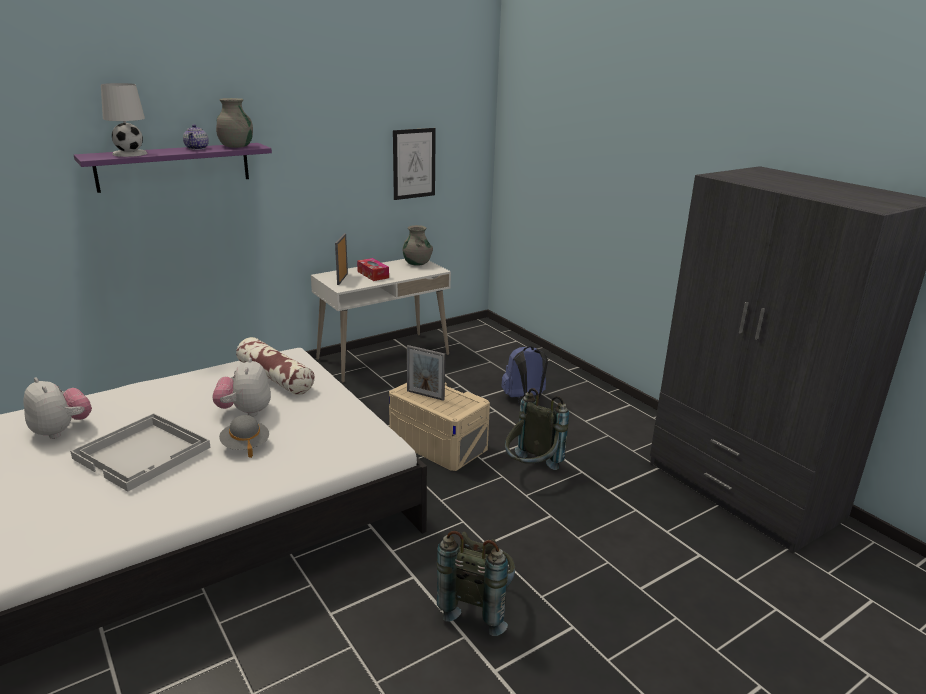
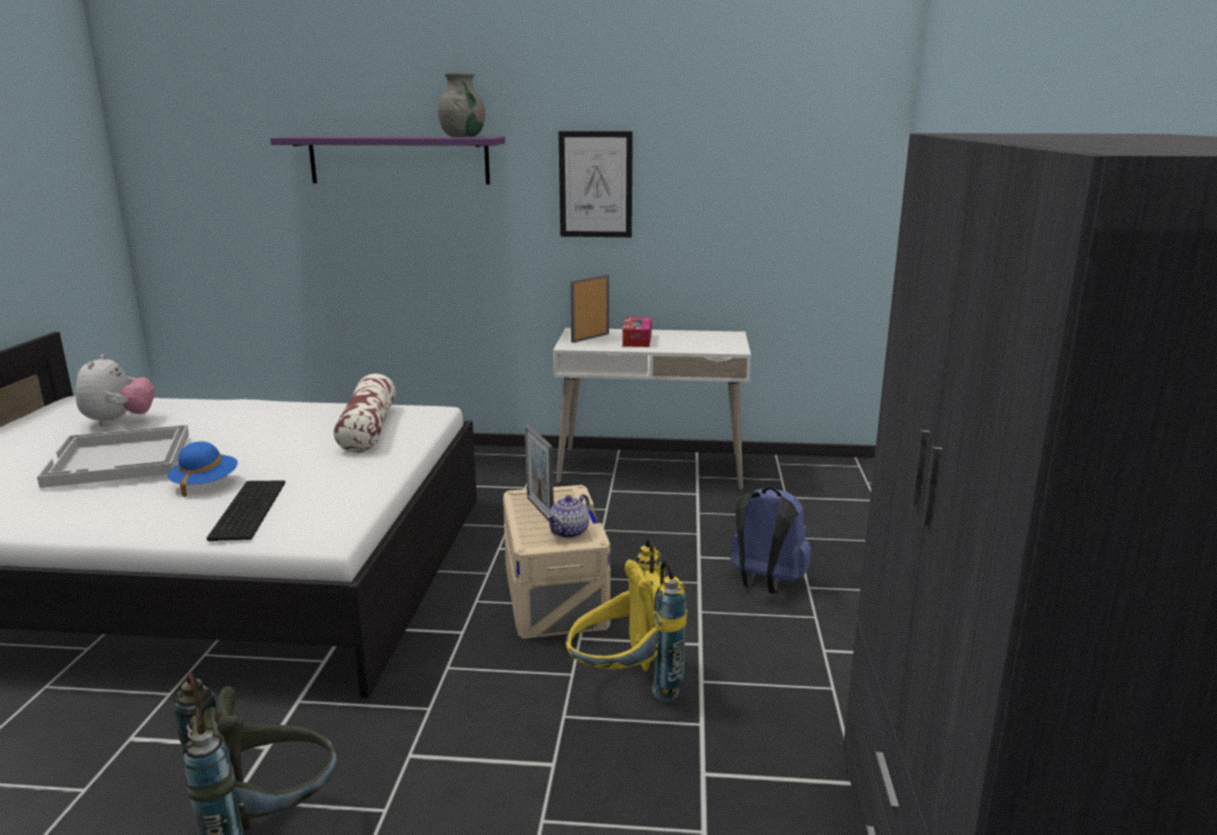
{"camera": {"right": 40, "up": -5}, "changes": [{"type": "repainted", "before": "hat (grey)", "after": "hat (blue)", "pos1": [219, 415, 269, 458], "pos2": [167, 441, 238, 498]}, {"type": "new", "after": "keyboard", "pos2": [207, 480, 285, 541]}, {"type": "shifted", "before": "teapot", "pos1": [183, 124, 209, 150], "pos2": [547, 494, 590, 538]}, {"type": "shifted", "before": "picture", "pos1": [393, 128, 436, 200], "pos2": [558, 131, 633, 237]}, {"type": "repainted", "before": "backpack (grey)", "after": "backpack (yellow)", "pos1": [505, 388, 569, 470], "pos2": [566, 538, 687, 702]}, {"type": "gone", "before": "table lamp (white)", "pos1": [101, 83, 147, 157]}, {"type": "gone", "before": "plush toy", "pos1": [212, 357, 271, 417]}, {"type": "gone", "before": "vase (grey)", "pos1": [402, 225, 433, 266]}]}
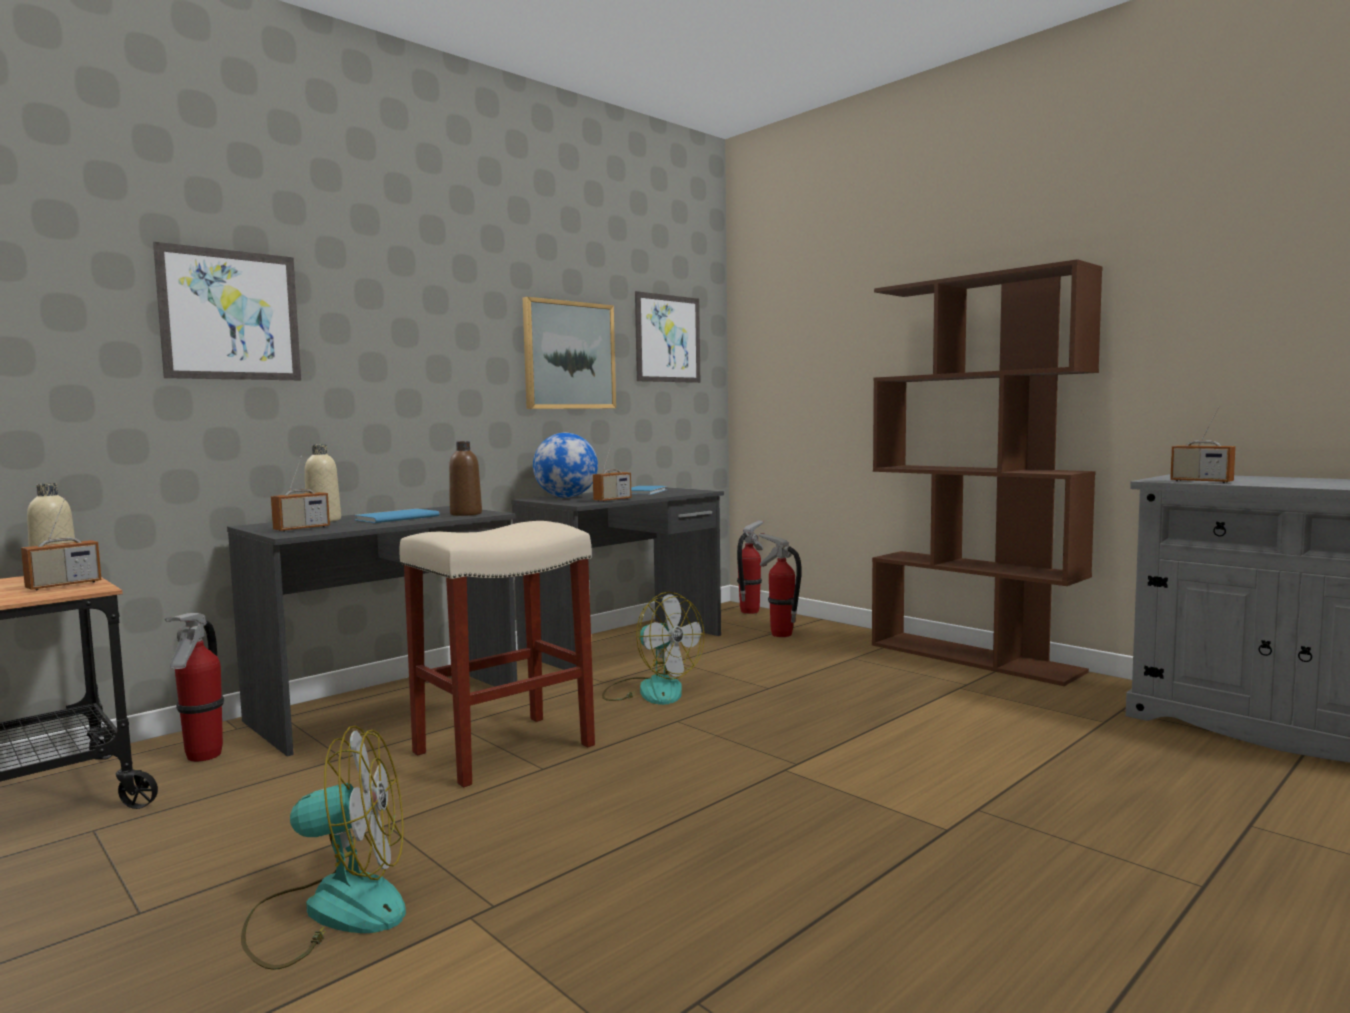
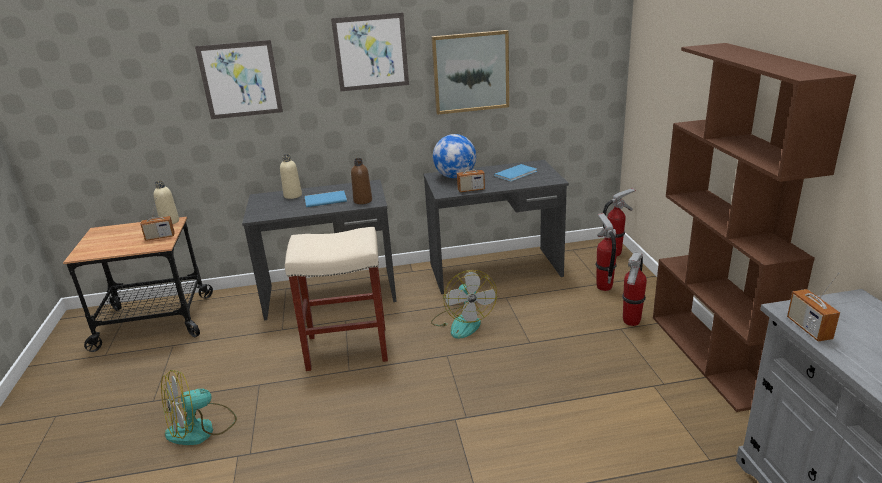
{"camera": {"right": 35, "up": 20}, "changes": [{"type": "rotated", "before": "fan", "pos1": [241, 726, 406, 970], "pos2": [161, 370, 237, 445], "turn": 120}, {"type": "shifted", "before": "picture", "pos1": [635, 291, 700, 383], "pos2": [331, 13, 409, 92]}, {"type": "shifted", "before": "fire extinguisher", "pos1": [165, 613, 224, 762], "pos2": [622, 253, 647, 326]}, {"type": "gone", "before": "radio", "pos1": [271, 456, 330, 532]}]}
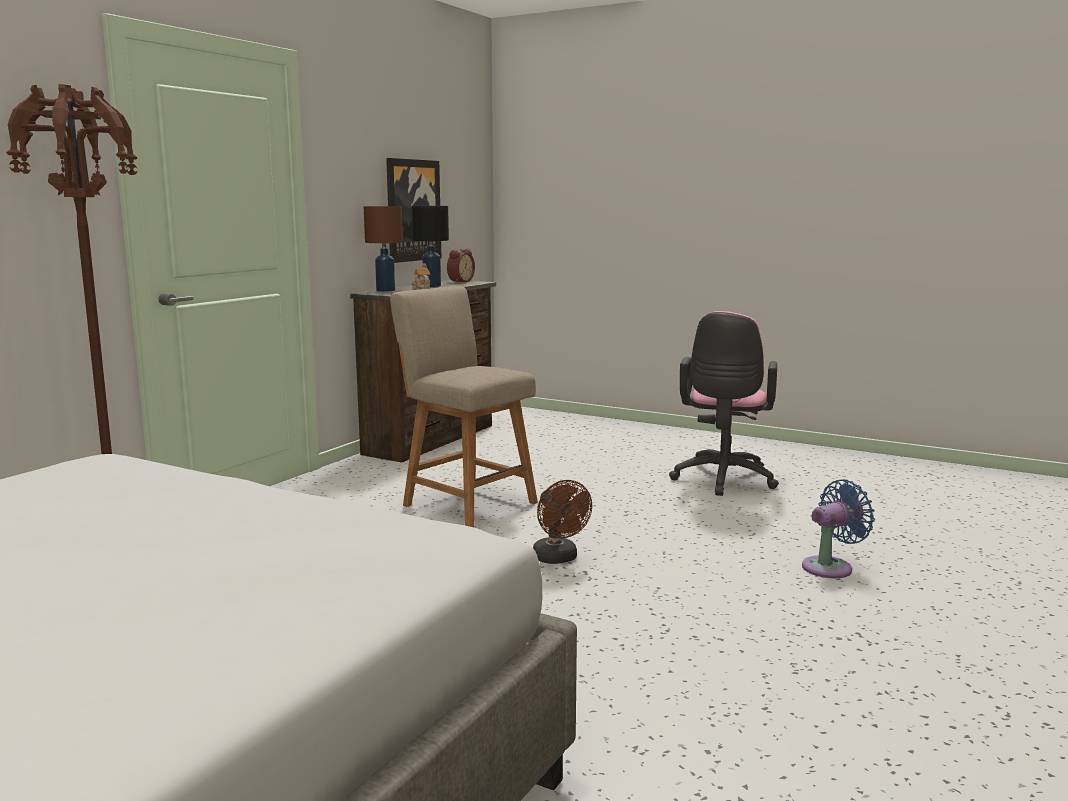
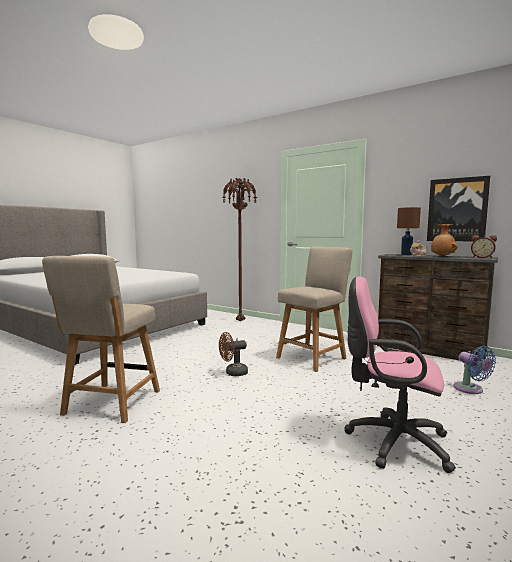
{"camera": {"right": 95, "up": -5}, "changes": [{"type": "new", "after": "chair (beige)", "pos2": [42, 256, 160, 423]}, {"type": "swapped", "before": "table lamp (black)", "after": "vase (brown)", "pos1": [412, 206, 449, 287], "pos2": [431, 224, 457, 257]}, {"type": "shifted", "before": "fan (blue)", "pos1": [802, 479, 875, 578], "pos2": [453, 346, 496, 394]}]}
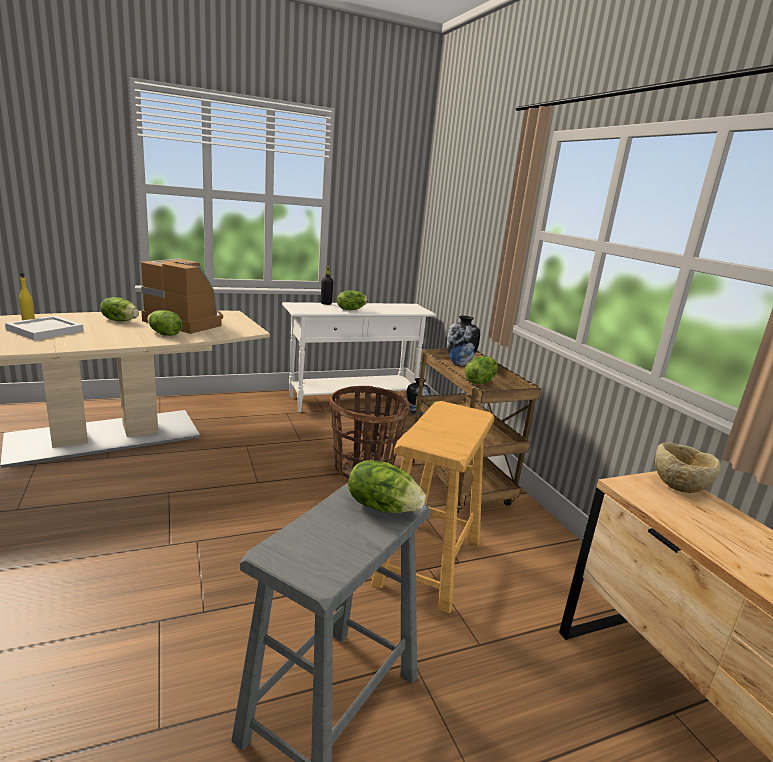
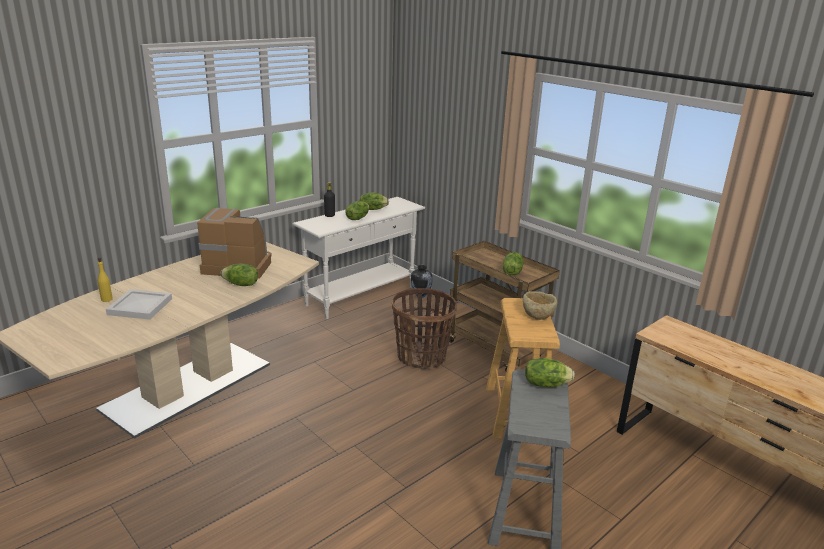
{"camera": {"right": -20, "up": 5}, "changes": [{"type": "shifted", "before": "lettuce", "pos1": [100, 297, 139, 321], "pos2": [360, 192, 389, 210]}, {"type": "shifted", "before": "bowl (beige)", "pos1": [655, 442, 721, 493], "pos2": [523, 291, 557, 320]}, {"type": "gone", "before": "vase", "pos1": [447, 316, 480, 366]}]}
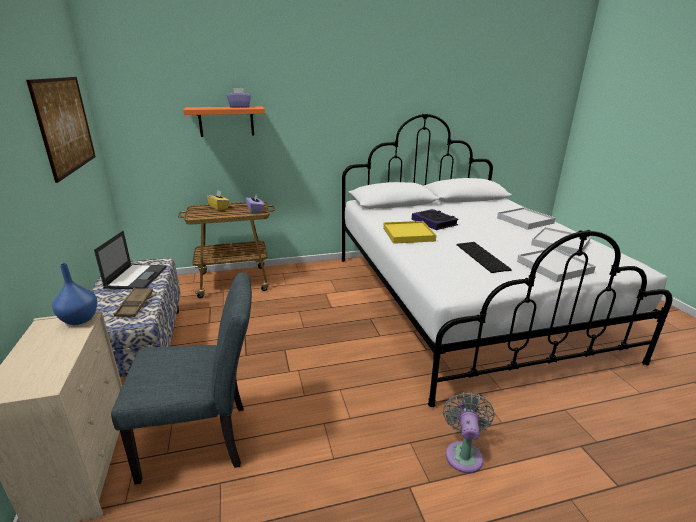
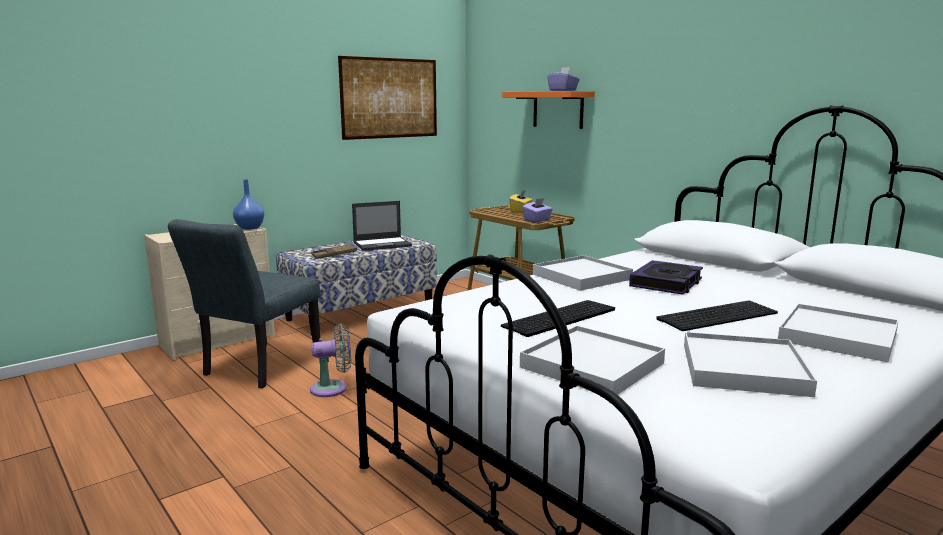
{"camera": {"right": 65, "up": -10}, "changes": [{"type": "rotated", "before": "chair (grey)", "pos1": [111, 273, 252, 485], "pos2": [168, 219, 320, 388], "turn": 60}, {"type": "shifted", "before": "fan (grey)", "pos1": [443, 392, 495, 473], "pos2": [310, 324, 351, 397]}, {"type": "repainted", "before": "tray (yellow)", "after": "tray (white)", "pos1": [383, 221, 436, 244], "pos2": [533, 255, 633, 291]}, {"type": "new", "after": "keyboard", "pos2": [656, 300, 778, 331]}]}
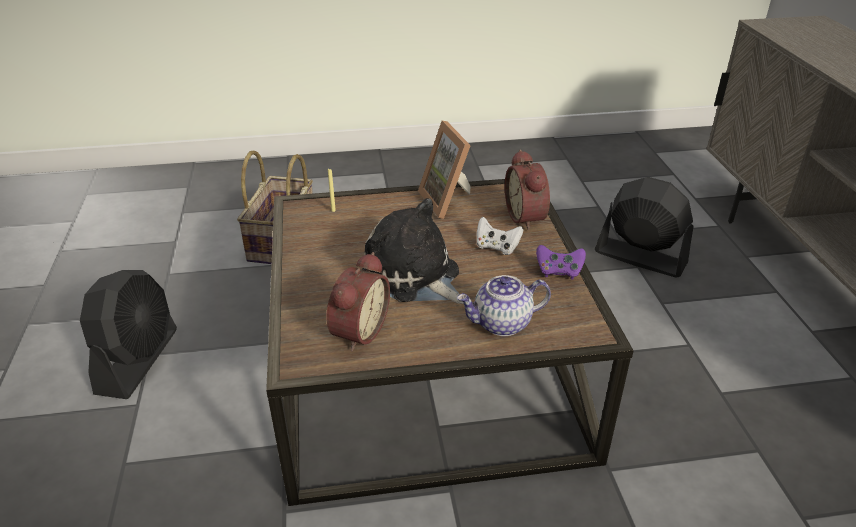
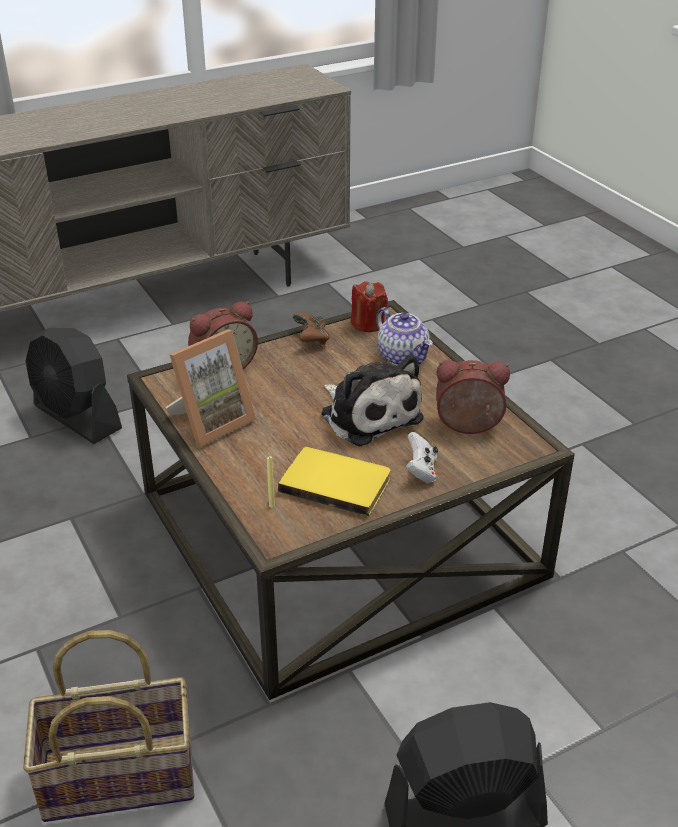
{"camera": {"right": -110, "up": 0}, "changes": [{"type": "rotated", "before": "fan (black)", "pos1": [594, 177, 694, 277], "pos2": [26, 328, 122, 444], "turn": -60}, {"type": "new", "after": "book (yellow)", "pos2": [278, 447, 391, 516]}, {"type": "repainted", "before": "game controller (purple)", "after": "game controller (brown)", "pos1": [536, 245, 586, 280], "pos2": [293, 312, 330, 345]}, {"type": "rotated", "before": "plush toy", "pos1": [362, 198, 464, 304], "pos2": [321, 355, 424, 447], "turn": -60}, {"type": "new", "after": "candle (red)", "pos2": [351, 281, 388, 332]}, {"type": "shifted", "before": "game controller (white)", "pos1": [477, 217, 523, 255], "pos2": [406, 432, 438, 483]}]}
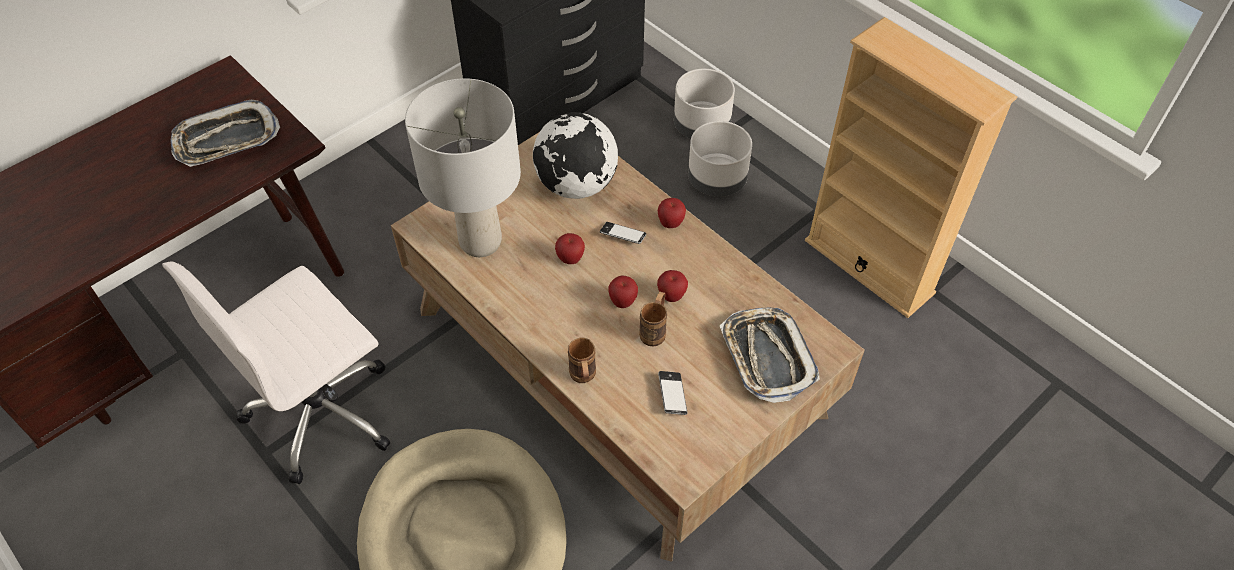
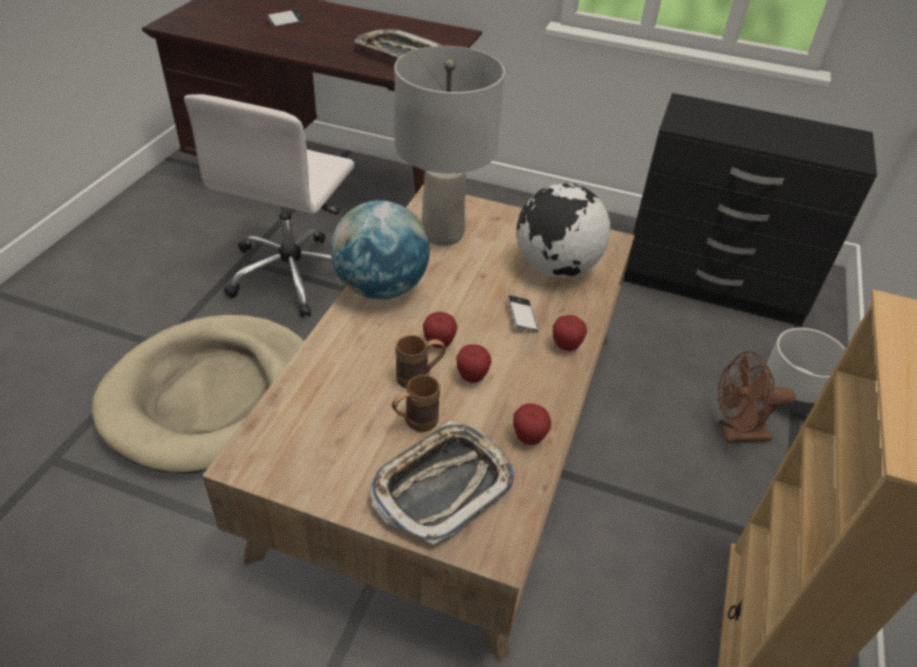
{"camera": {"right": 60, "up": -10}, "changes": [{"type": "rotated", "before": "office chair (white)", "pos1": [162, 261, 390, 484], "pos2": [184, 94, 355, 318], "turn": -90}, {"type": "shifted", "before": "phone", "pos1": [658, 371, 688, 415], "pos2": [266, 9, 305, 27]}, {"type": "new", "after": "globe", "pos2": [331, 200, 430, 300]}, {"type": "shifted", "before": "mug (brown)", "pos1": [568, 338, 596, 383], "pos2": [392, 375, 440, 432]}, {"type": "shifted", "before": "apple", "pos1": [555, 233, 585, 264], "pos2": [513, 404, 551, 445]}, {"type": "swapped", "before": "planter (grey)", "after": "fan (brown)", "pos1": [688, 121, 752, 197], "pos2": [718, 351, 796, 443]}]}
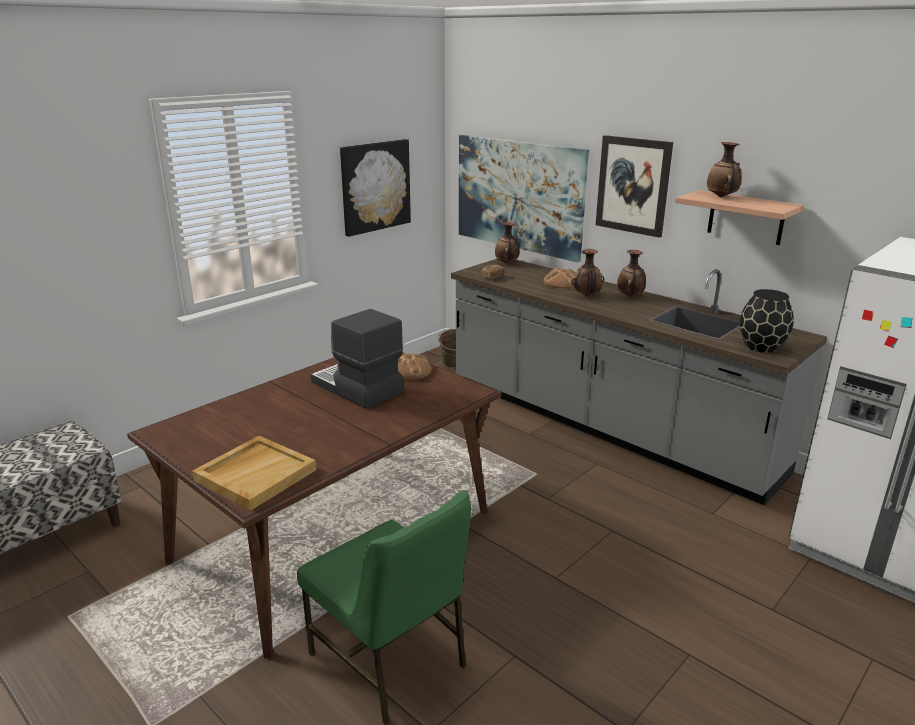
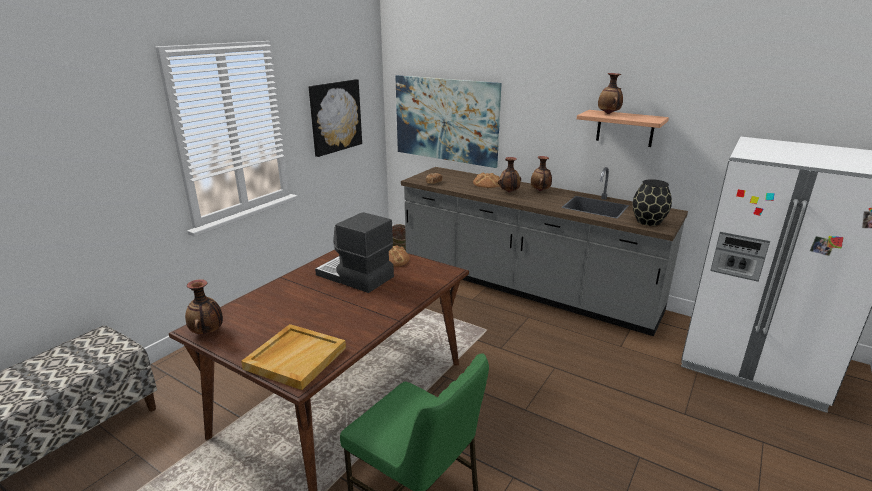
{"camera": {"right": -10, "up": 0}, "changes": [{"type": "shifted", "before": "vase", "pos1": [495, 222, 519, 263], "pos2": [185, 279, 223, 334]}, {"type": "gone", "before": "picture", "pos1": [596, 135, 673, 238]}]}
